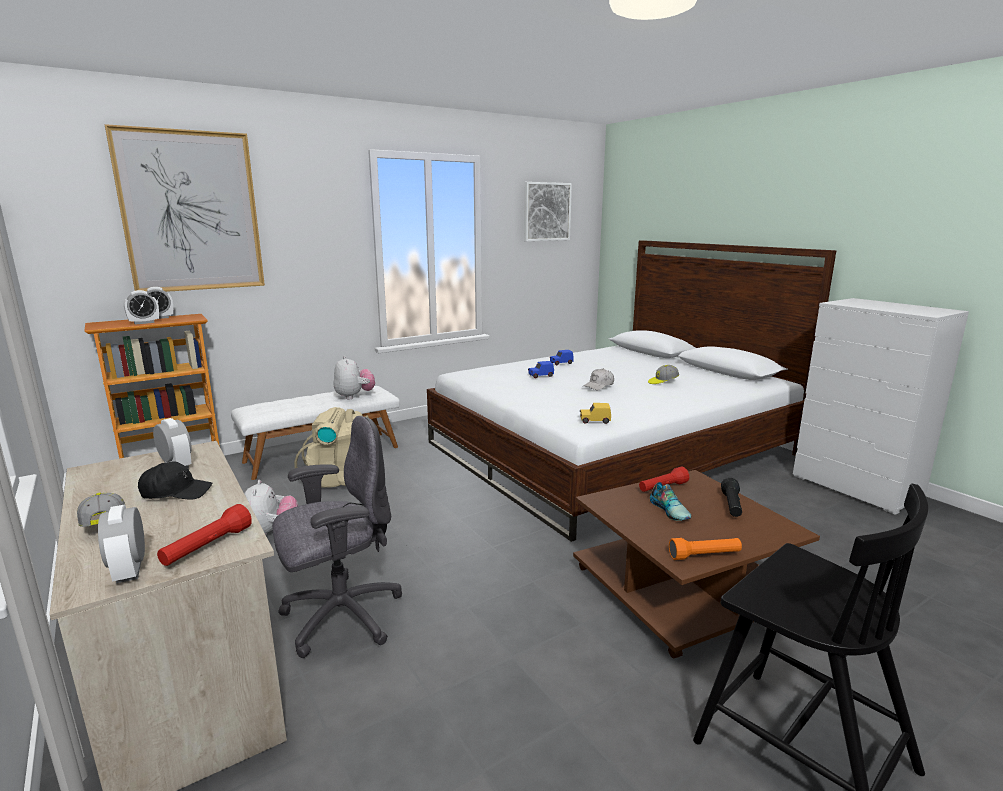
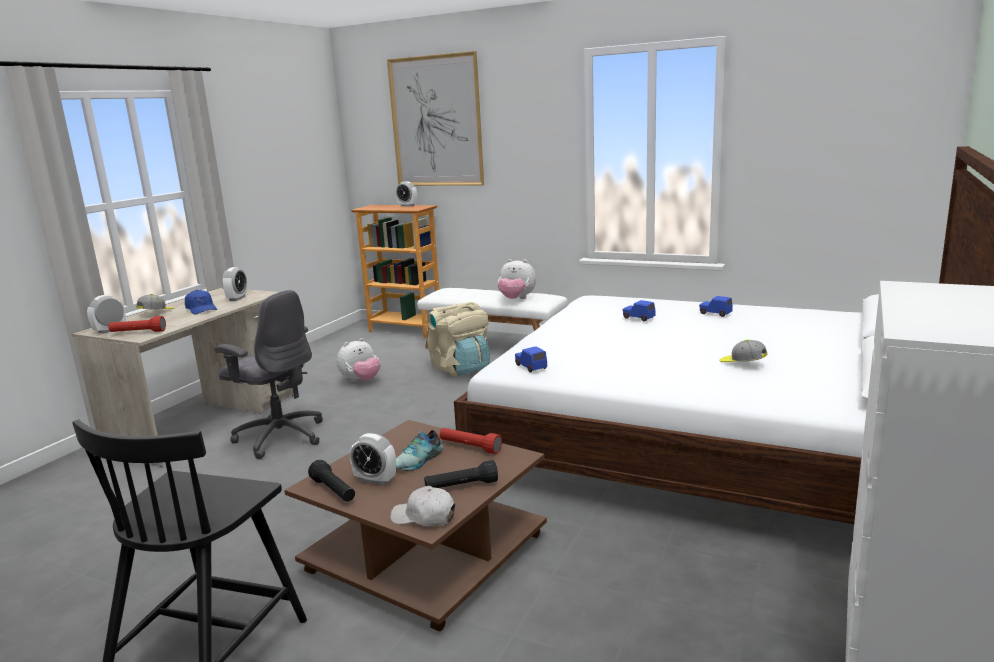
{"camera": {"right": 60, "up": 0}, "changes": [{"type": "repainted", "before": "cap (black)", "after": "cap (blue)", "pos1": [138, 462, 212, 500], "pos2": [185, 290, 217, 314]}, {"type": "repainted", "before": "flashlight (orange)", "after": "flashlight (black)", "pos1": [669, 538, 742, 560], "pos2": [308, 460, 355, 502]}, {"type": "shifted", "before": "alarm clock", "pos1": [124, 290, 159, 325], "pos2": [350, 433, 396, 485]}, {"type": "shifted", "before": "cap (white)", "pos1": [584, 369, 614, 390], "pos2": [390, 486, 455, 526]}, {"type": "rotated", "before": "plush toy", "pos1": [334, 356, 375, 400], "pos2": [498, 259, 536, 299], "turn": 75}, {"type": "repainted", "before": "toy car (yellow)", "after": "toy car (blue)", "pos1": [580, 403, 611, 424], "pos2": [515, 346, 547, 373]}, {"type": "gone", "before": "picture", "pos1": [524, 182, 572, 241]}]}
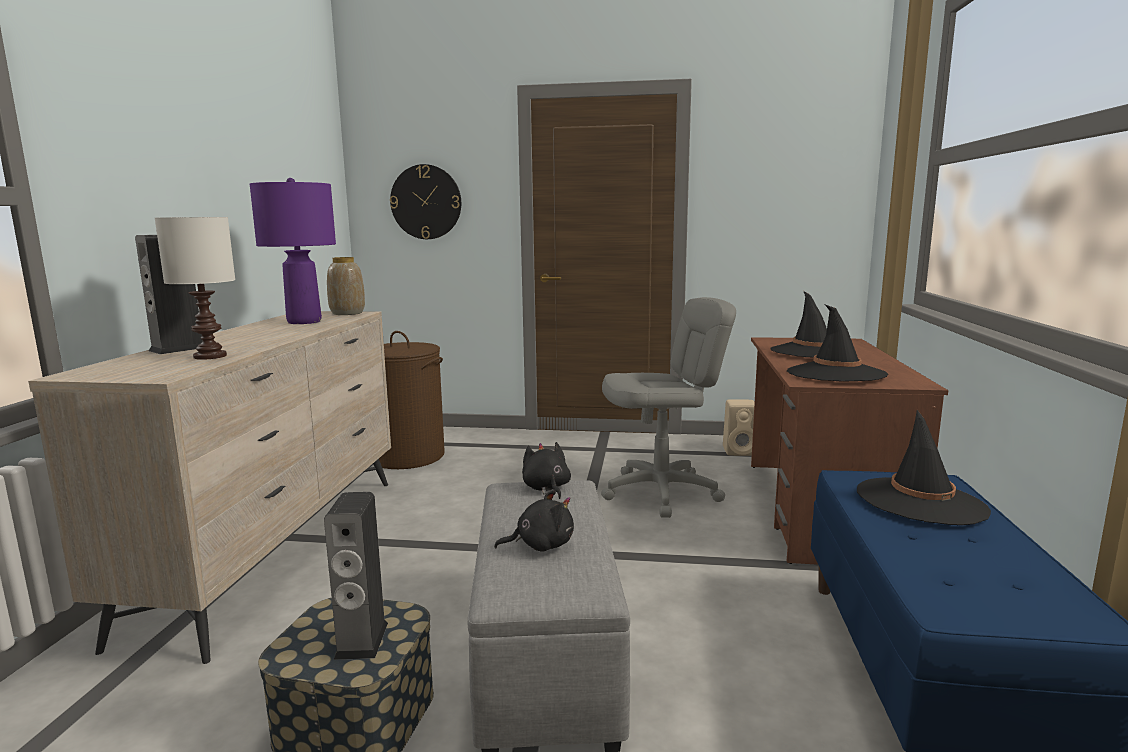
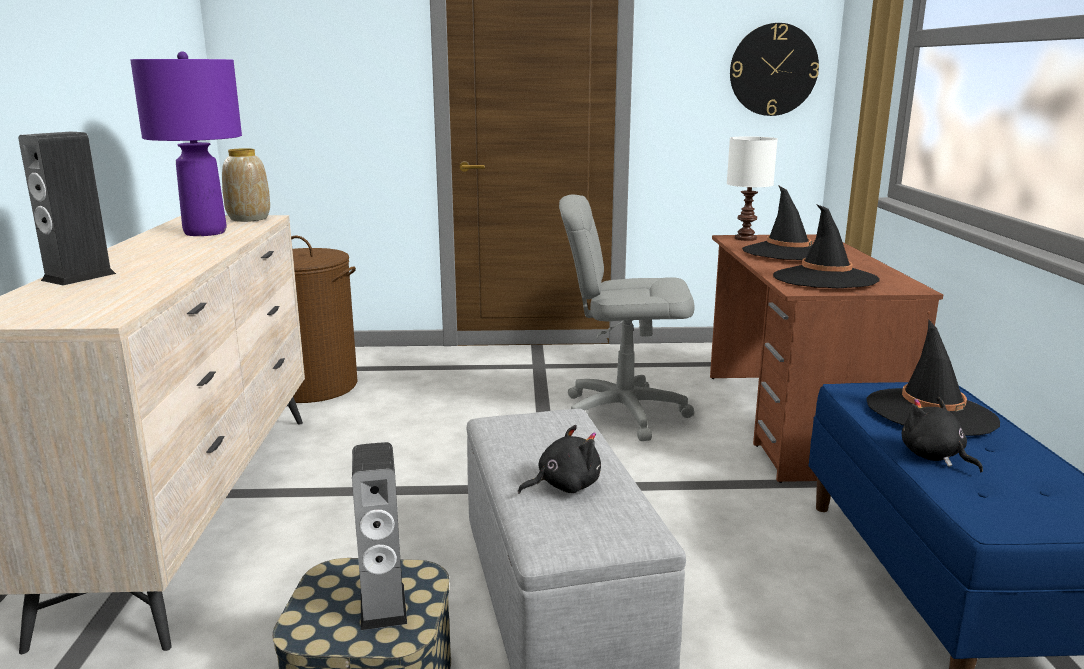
{"camera": {"right": -10, "up": 5}, "changes": [{"type": "rotated", "before": "office chair (grey)", "pos1": [601, 297, 736, 518], "pos2": [559, 195, 694, 441], "turn": -150}, {"type": "shifted", "before": "table lamp (white)", "pos1": [155, 217, 236, 360], "pos2": [727, 136, 778, 241]}, {"type": "shifted", "before": "wall clock", "pos1": [390, 164, 461, 239], "pos2": [730, 23, 819, 116]}, {"type": "shifted", "before": "plush toy (black)", "pos1": [522, 442, 571, 499], "pos2": [902, 397, 983, 472]}, {"type": "gone", "before": "speaker (beige)", "pos1": [723, 400, 755, 456]}]}
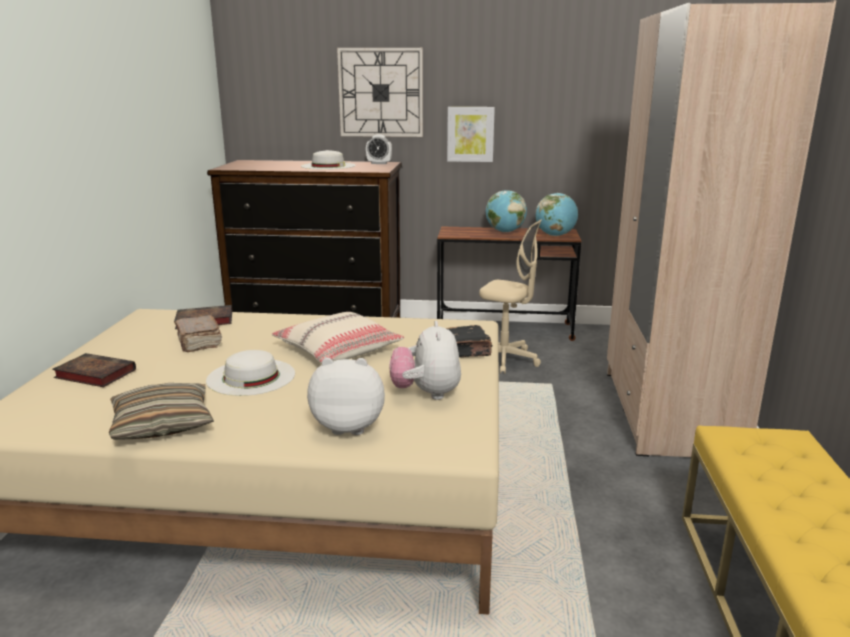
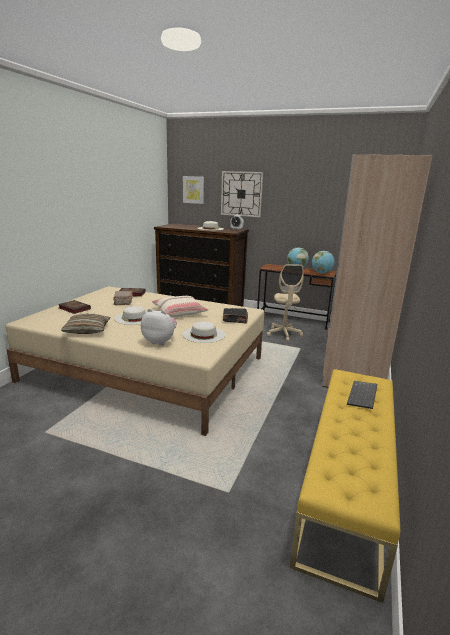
{"camera": {"right": 15, "up": 0}, "changes": [{"type": "swapped", "before": "plush toy", "after": "hat (white)", "pos1": [389, 321, 461, 400], "pos2": [182, 321, 225, 343]}, {"type": "shifted", "before": "picture", "pos1": [447, 107, 495, 162], "pos2": [183, 176, 204, 204]}, {"type": "rotated", "before": "office chair (beige)", "pos1": [479, 219, 542, 374], "pos2": [267, 264, 304, 341], "turn": 45}, {"type": "new", "after": "keyboard", "pos2": [347, 381, 377, 409]}]}
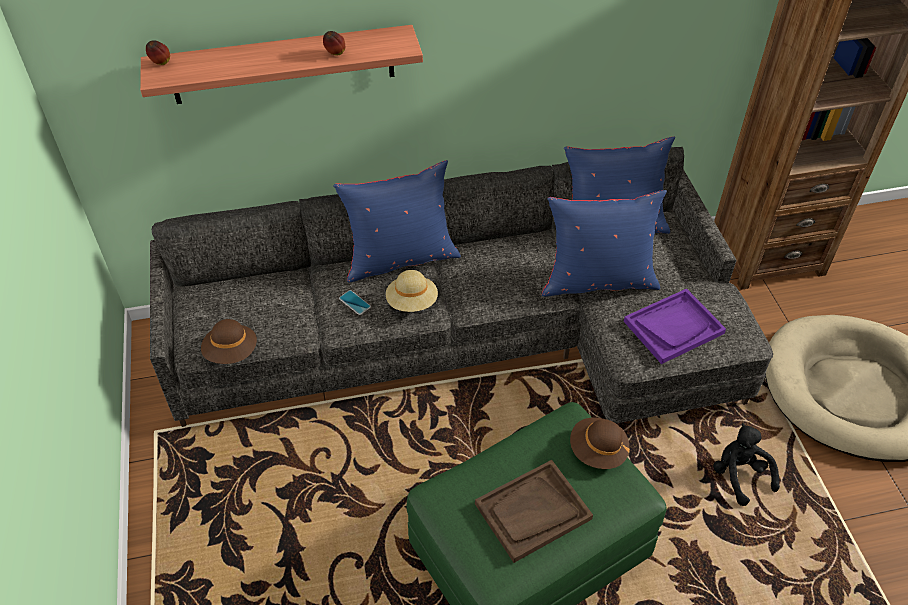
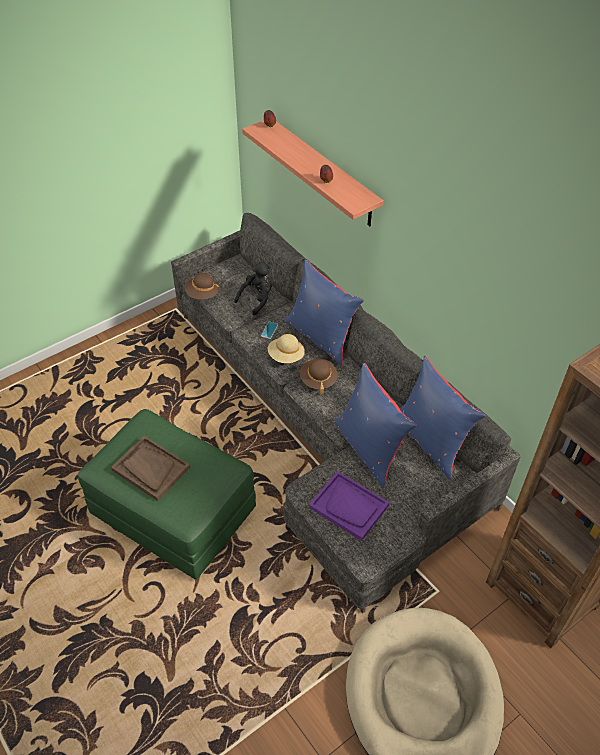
{"camera": {"right": 65, "up": 0}, "changes": [{"type": "shifted", "before": "plush toy (black)", "pos1": [713, 423, 780, 506], "pos2": [234, 262, 272, 315]}, {"type": "shifted", "before": "hat (brown)", "pos1": [570, 417, 630, 469], "pos2": [300, 359, 338, 395]}]}
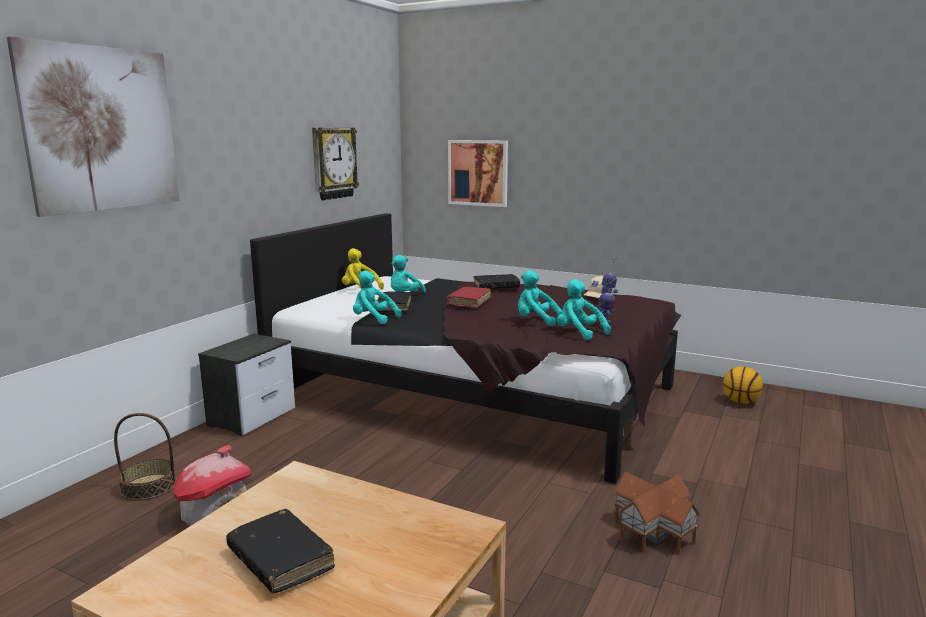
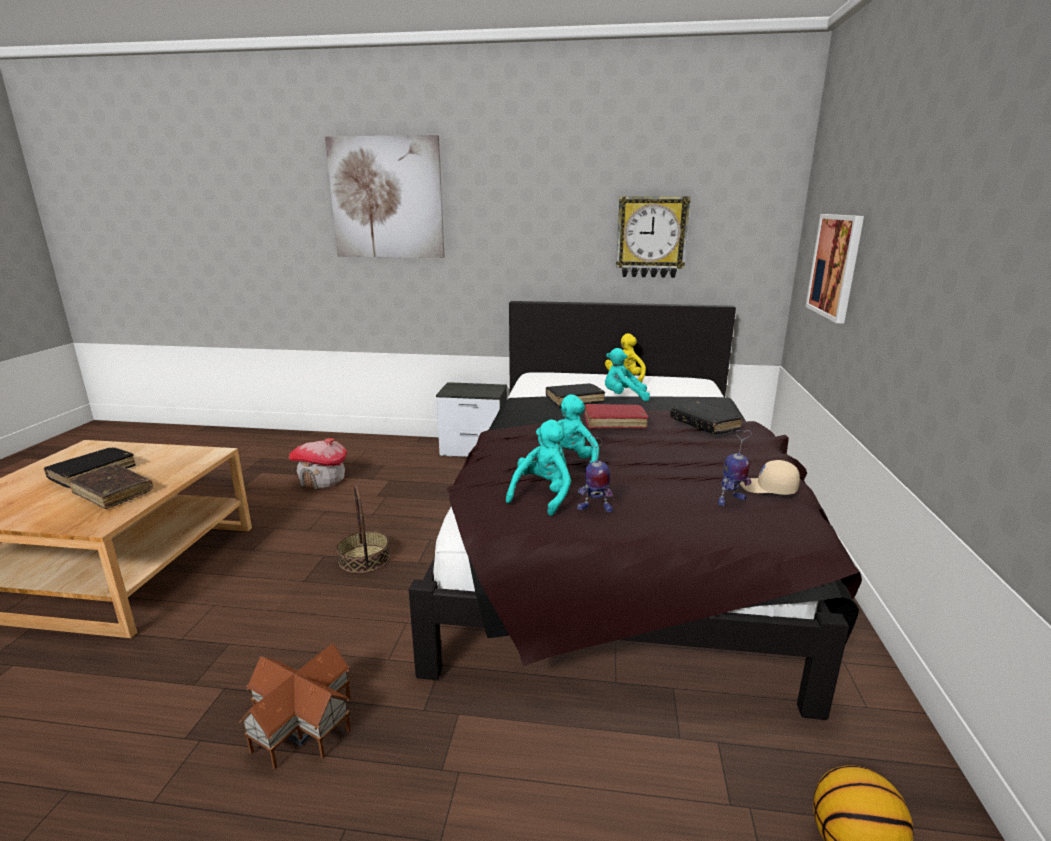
{"camera": {"right": 70, "up": 5}, "changes": [{"type": "new", "after": "book (brown)", "pos2": [70, 464, 153, 509]}, {"type": "shifted", "before": "basket", "pos1": [114, 413, 176, 501], "pos2": [336, 485, 390, 573]}, {"type": "gone", "before": "plush toy (turquoise)", "pos1": [353, 270, 402, 324]}]}
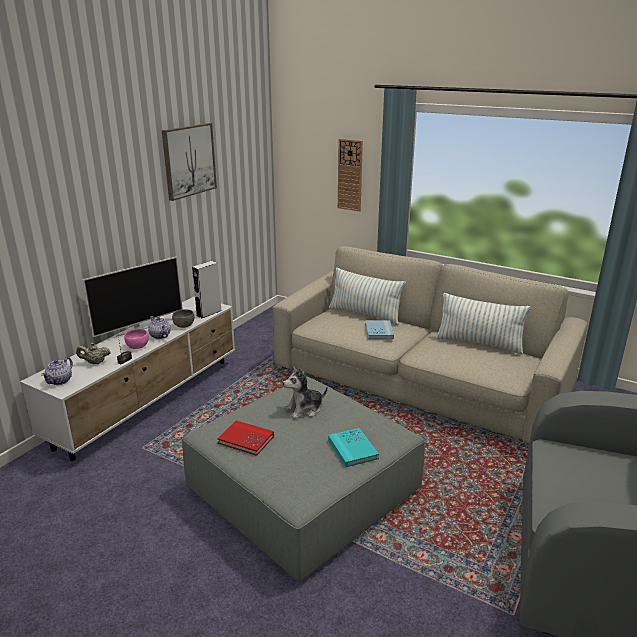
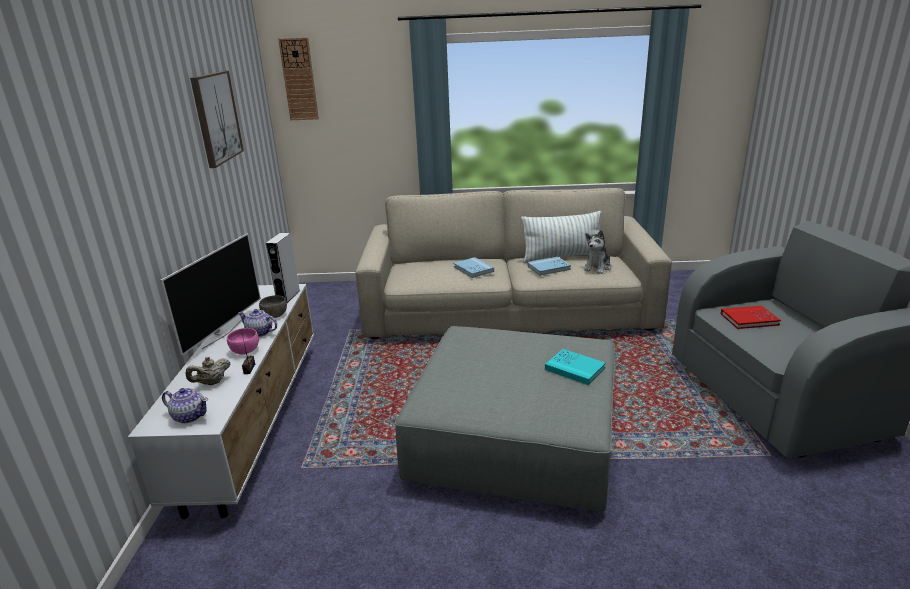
{"camera": {"right": -30, "up": 0}, "changes": [{"type": "rotated", "before": "teapot", "pos1": [41, 357, 73, 385], "pos2": [162, 388, 208, 423], "turn": -60}, {"type": "shifted", "before": "wall clock", "pos1": [338, 139, 363, 211], "pos2": [278, 37, 319, 120]}, {"type": "new", "after": "book (blue)", "pos2": [527, 257, 571, 276]}, {"type": "shifted", "before": "plush toy", "pos1": [283, 367, 328, 419], "pos2": [584, 230, 611, 274]}, {"type": "shifted", "before": "book (red)", "pos1": [217, 420, 274, 456], "pos2": [721, 306, 781, 329]}, {"type": "gone", "before": "pillow", "pos1": [329, 268, 406, 325]}]}
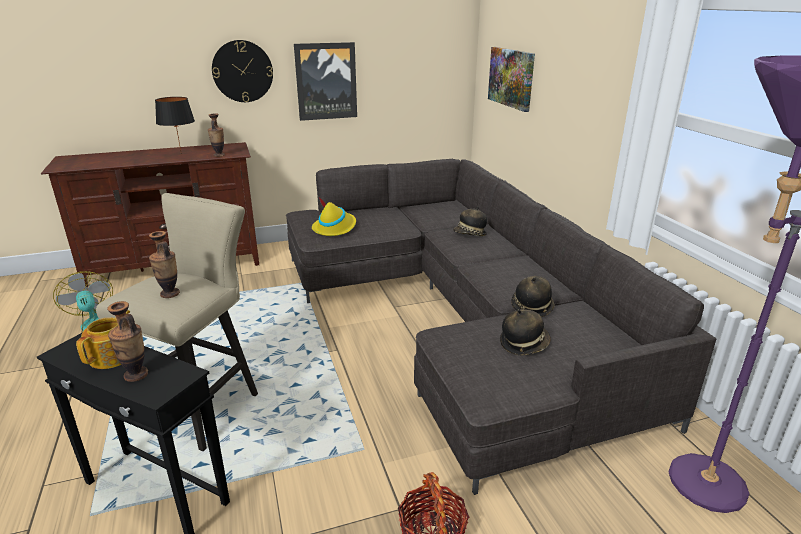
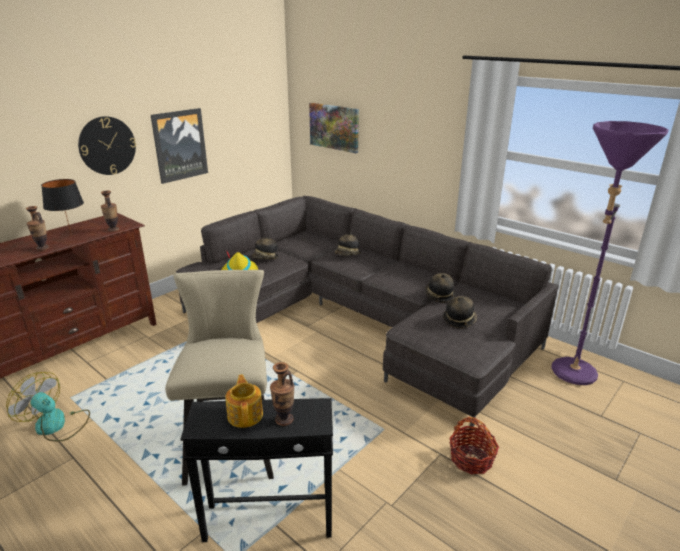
{"camera": {"right": -30, "up": 0}, "changes": [{"type": "shifted", "before": "vase", "pos1": [149, 231, 180, 298], "pos2": [26, 206, 49, 251]}, {"type": "new", "after": "hat", "pos2": [251, 235, 279, 259]}]}
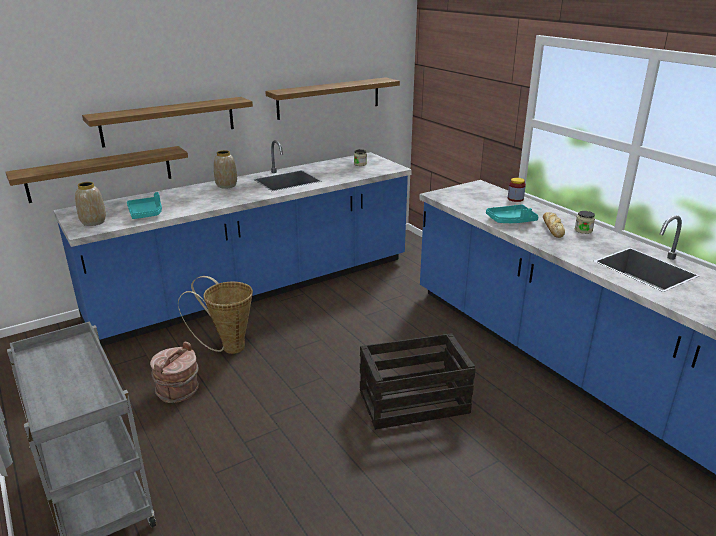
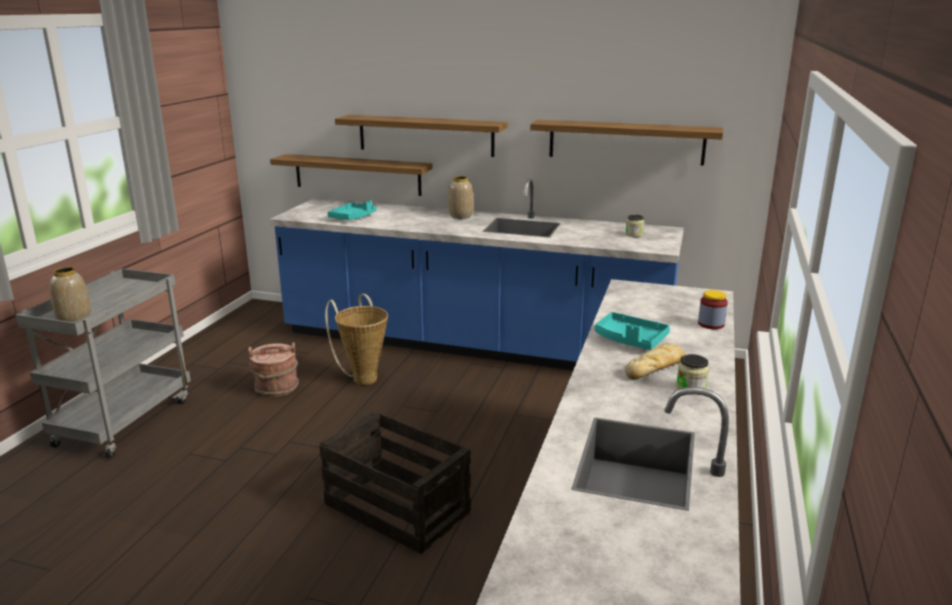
{"camera": {"right": 50, "up": -5}, "changes": [{"type": "shifted", "before": "vase", "pos1": [75, 182, 106, 226], "pos2": [50, 267, 91, 322]}]}
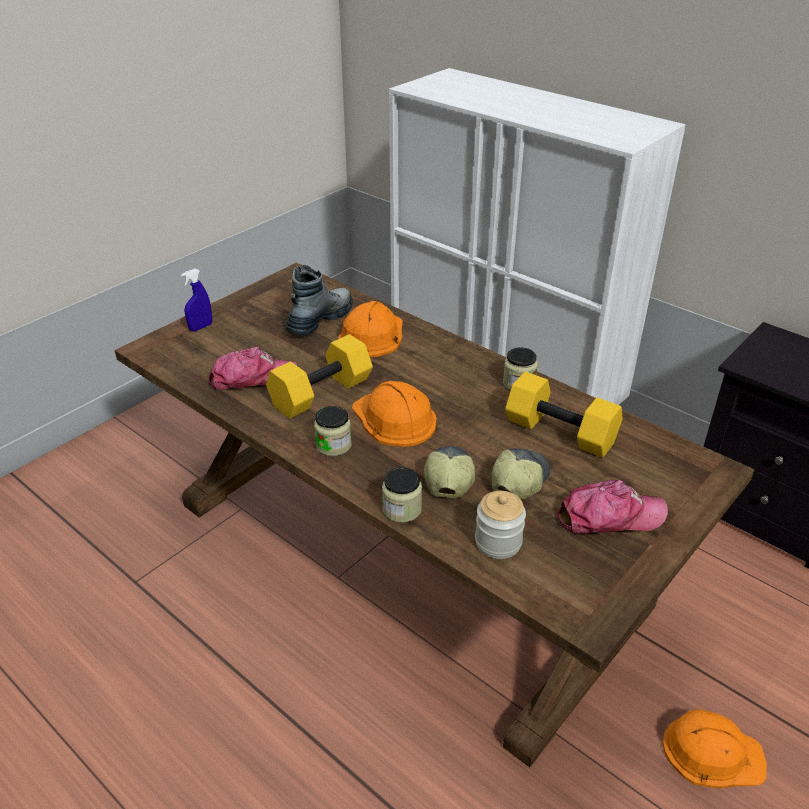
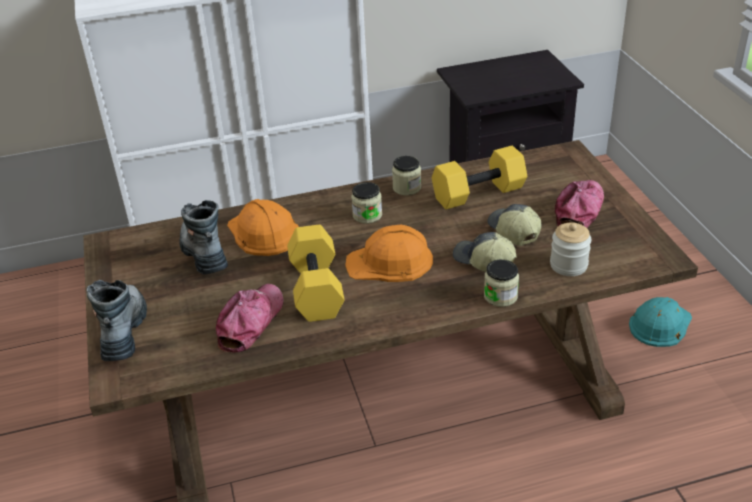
{"camera": {"right": -55, "up": 0}, "changes": [{"type": "swapped", "before": "spray bottle (blue)", "after": "boot", "pos1": [181, 268, 212, 332], "pos2": [86, 280, 147, 361]}, {"type": "shifted", "before": "jar", "pos1": [314, 406, 352, 456], "pos2": [351, 182, 382, 224]}, {"type": "repainted", "before": "hard hat (orange)", "after": "hard hat (turquoise)", "pos1": [662, 709, 767, 788], "pos2": [629, 297, 692, 347]}]}
